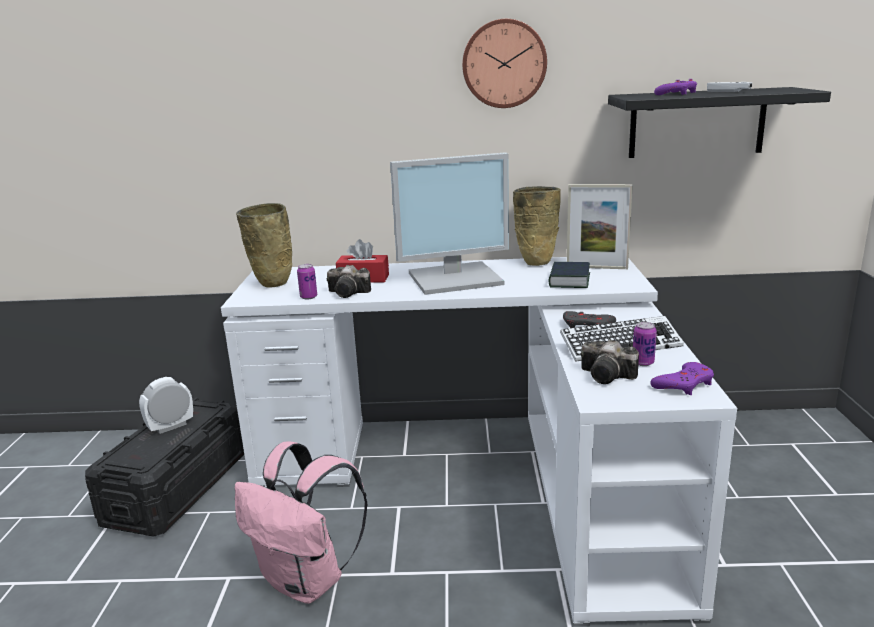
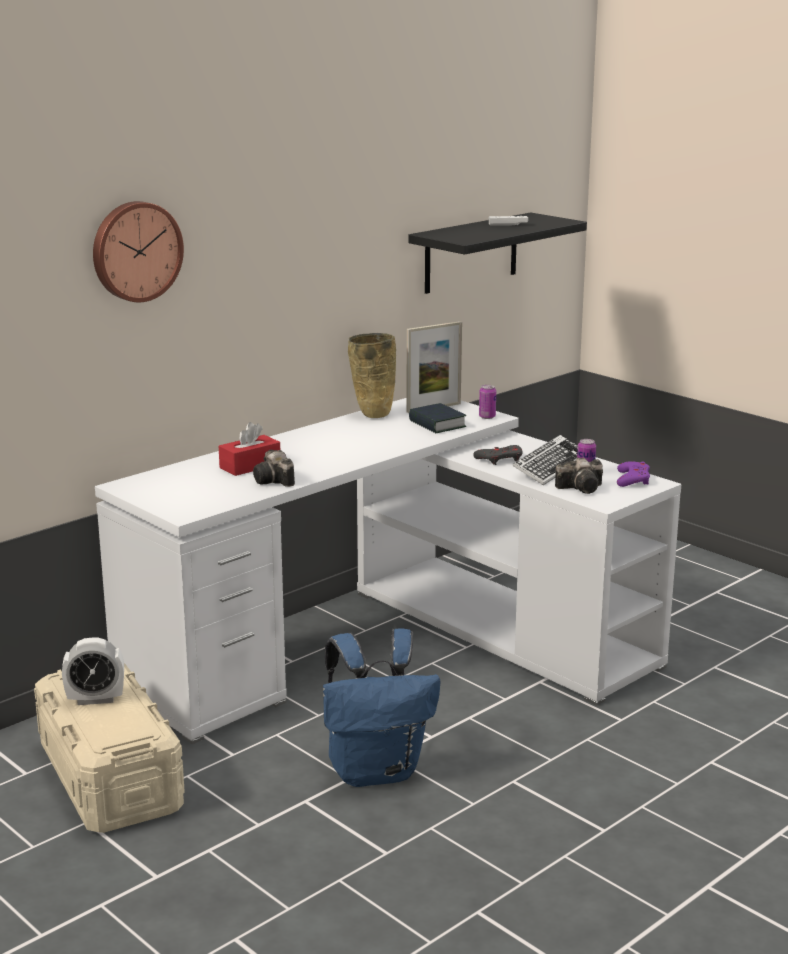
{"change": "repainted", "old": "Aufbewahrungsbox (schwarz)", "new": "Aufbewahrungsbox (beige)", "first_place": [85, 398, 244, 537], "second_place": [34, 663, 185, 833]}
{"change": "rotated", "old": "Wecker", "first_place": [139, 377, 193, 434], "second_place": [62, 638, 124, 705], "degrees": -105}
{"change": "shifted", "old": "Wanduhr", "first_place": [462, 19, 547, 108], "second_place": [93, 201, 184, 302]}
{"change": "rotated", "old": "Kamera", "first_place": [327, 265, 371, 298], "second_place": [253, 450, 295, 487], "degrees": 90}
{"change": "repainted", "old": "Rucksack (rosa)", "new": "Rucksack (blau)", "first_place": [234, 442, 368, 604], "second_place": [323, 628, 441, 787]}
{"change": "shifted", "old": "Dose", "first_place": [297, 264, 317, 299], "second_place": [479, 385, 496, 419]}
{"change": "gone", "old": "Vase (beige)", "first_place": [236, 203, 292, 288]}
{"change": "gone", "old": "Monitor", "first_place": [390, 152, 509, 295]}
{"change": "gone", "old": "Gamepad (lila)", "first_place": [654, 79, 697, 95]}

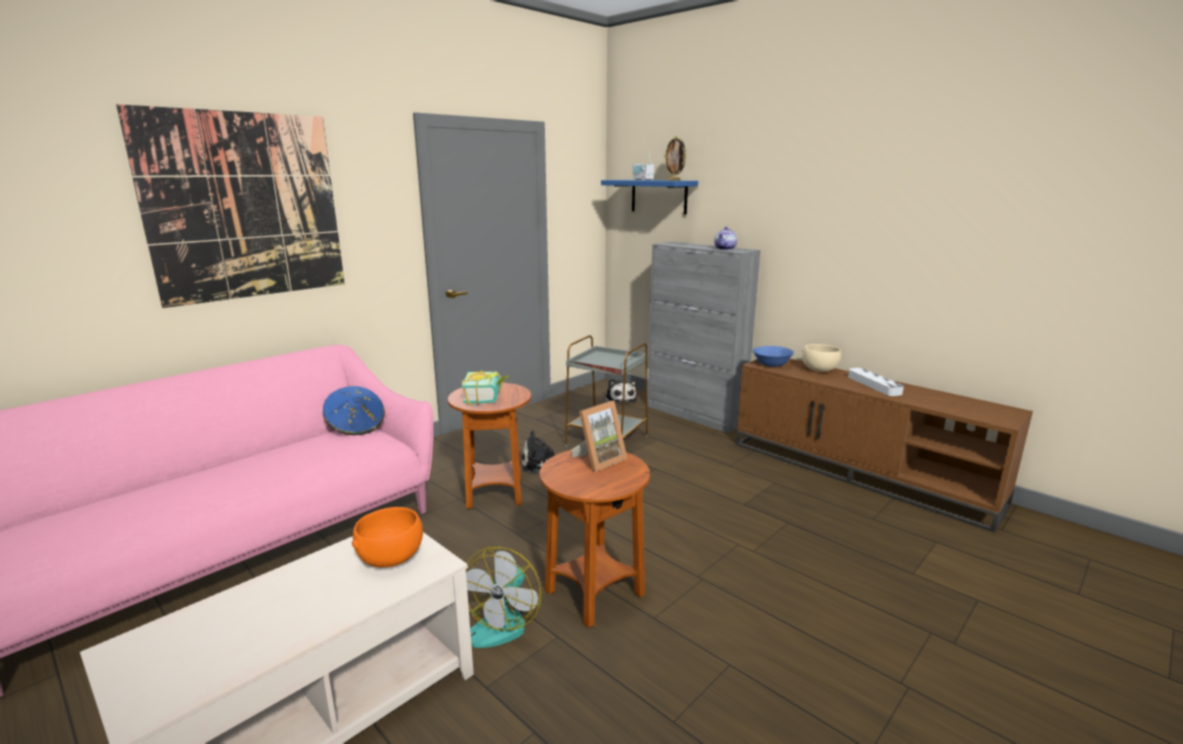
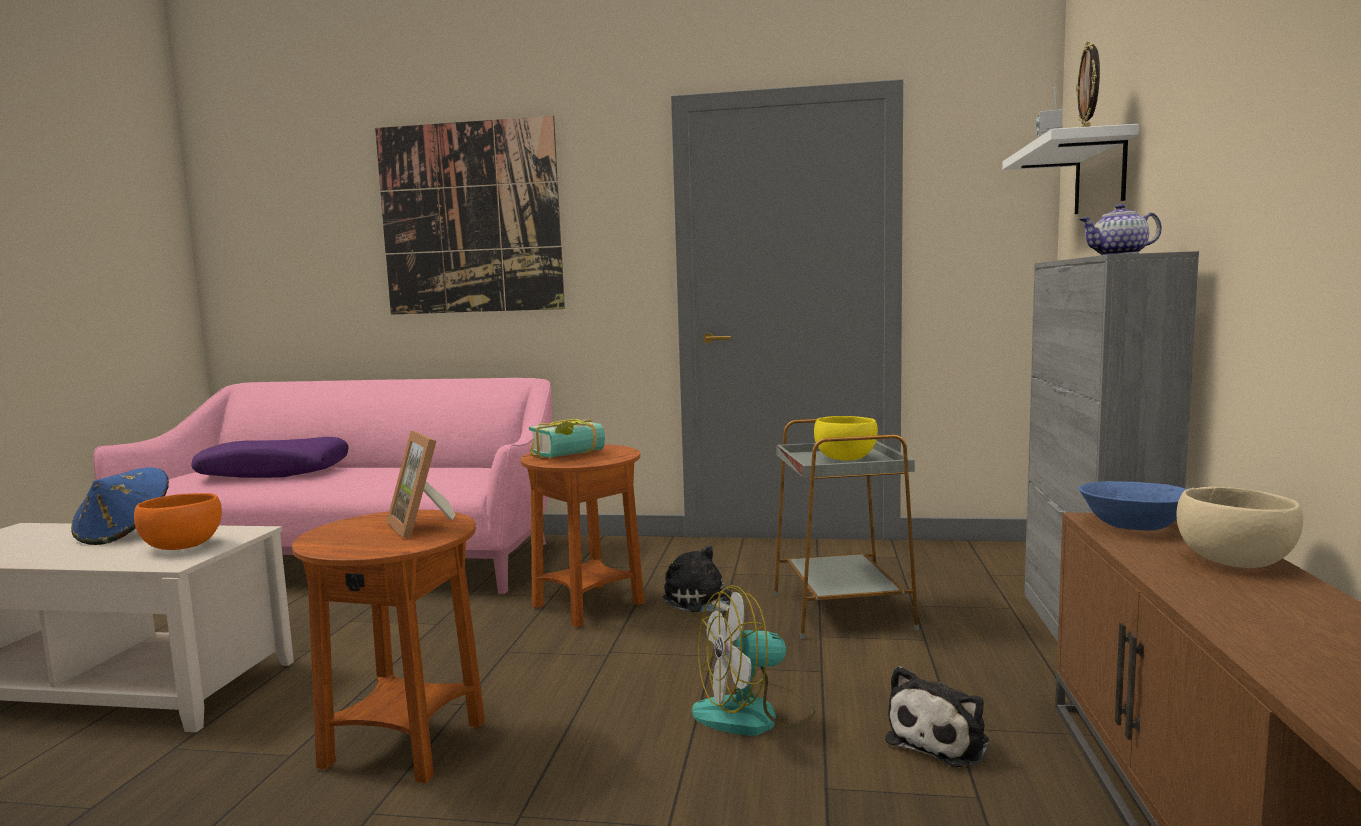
{"change": "shifted", "old": "Hut (blau)", "first_place": [323, 386, 385, 435], "second_place": [71, 467, 169, 545]}
{"change": "new", "new": "Kissen (lila)", "second_place": [191, 437, 349, 478]}
{"change": "rotated", "old": "Bilderrahmen", "first_place": [571, 401, 627, 472], "second_place": [386, 431, 456, 538], "degrees": 45}
{"change": "shifted", "old": "Ventilator", "first_place": [466, 547, 542, 648], "second_place": [692, 585, 816, 736]}
{"change": "new", "new": "Schüssel (gelb)", "second_place": [814, 416, 878, 461]}
{"change": "shifted", "old": "Plüschtier", "first_place": [605, 379, 637, 403], "second_place": [885, 666, 989, 767]}
{"change": "repainted", "old": "Wandregal (blau)", "new": "Wandregal (weiß)", "first_place": [601, 180, 698, 215], "second_place": [1002, 124, 1139, 214]}
{"change": "gone", "old": "Tablett (grau)", "first_place": [848, 368, 904, 396]}

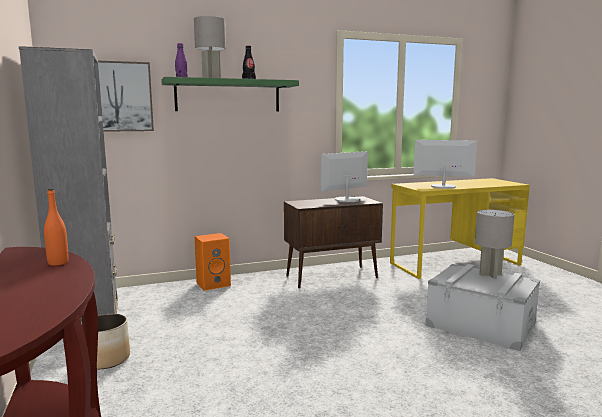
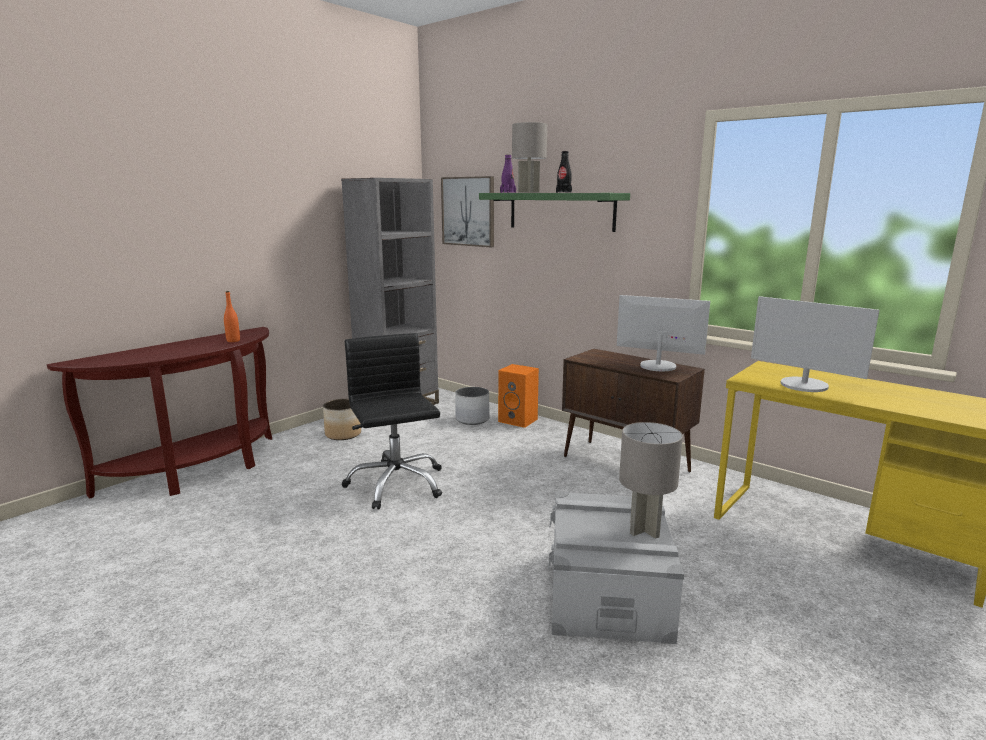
{"change": "new", "new": "Bürostuhl (schwarz)", "second_place": [341, 333, 442, 510]}
{"change": "new", "new": "Pflanzkübel (weiß)", "second_place": [455, 387, 489, 425]}
{"change": "rotated", "old": "Monitor", "first_place": [414, 140, 477, 189], "second_place": [751, 296, 879, 392], "degrees": 150}

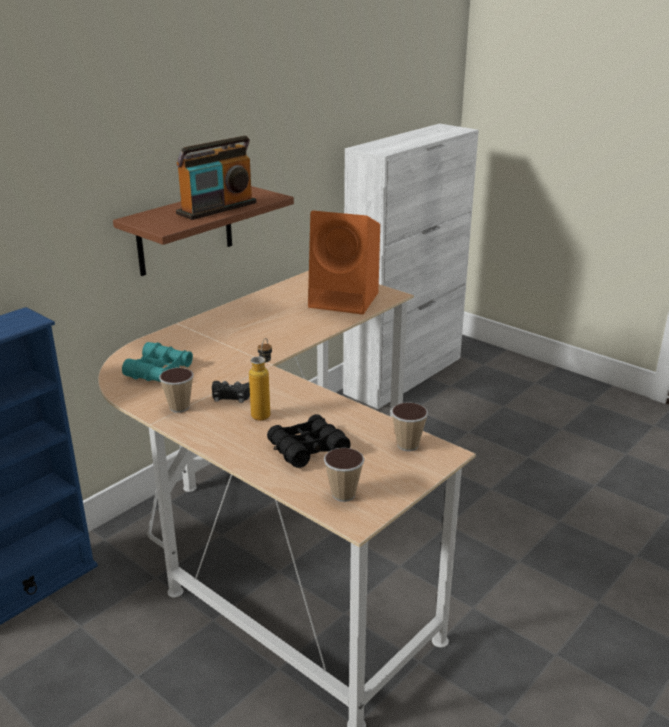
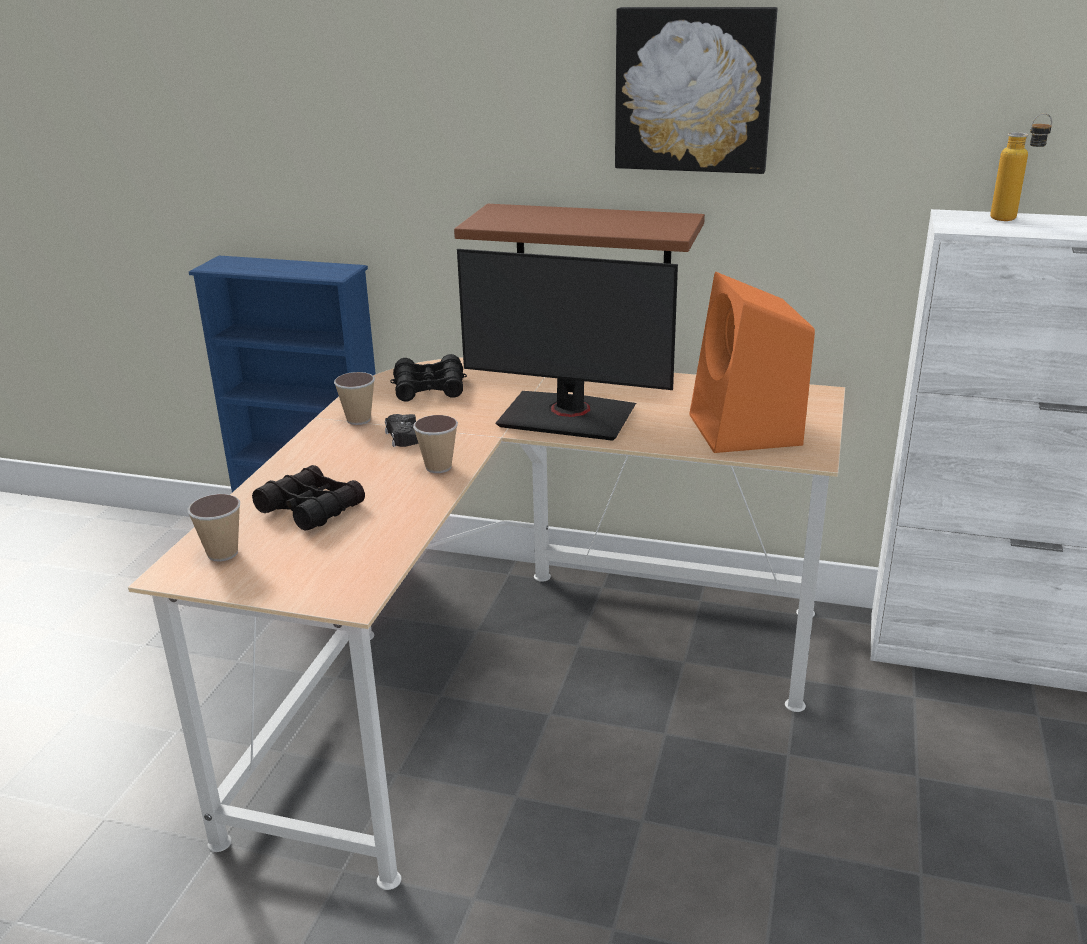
{"change": "repainted", "old": "Fernglas (türkis)", "new": "Fernglas (schwarz)", "first_place": [122, 342, 193, 382], "second_place": [390, 354, 467, 401]}
{"change": "shifted", "old": "Tasse", "first_place": [391, 402, 428, 451], "second_place": [413, 415, 458, 473]}
{"change": "new", "new": "Monitor", "second_place": [457, 249, 678, 441]}
{"change": "new", "new": "Bild", "second_place": [615, 7, 778, 174]}
{"change": "shifted", "old": "Flasche", "first_place": [249, 338, 272, 421], "second_place": [990, 113, 1052, 221]}
{"change": "gone", "old": "Radio", "first_place": [176, 136, 256, 220]}

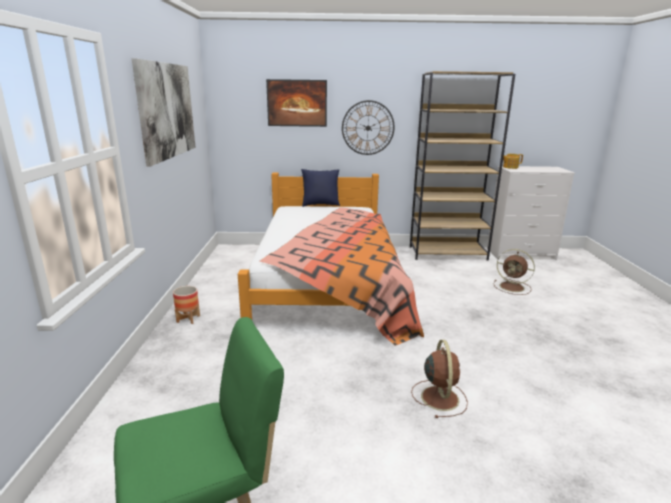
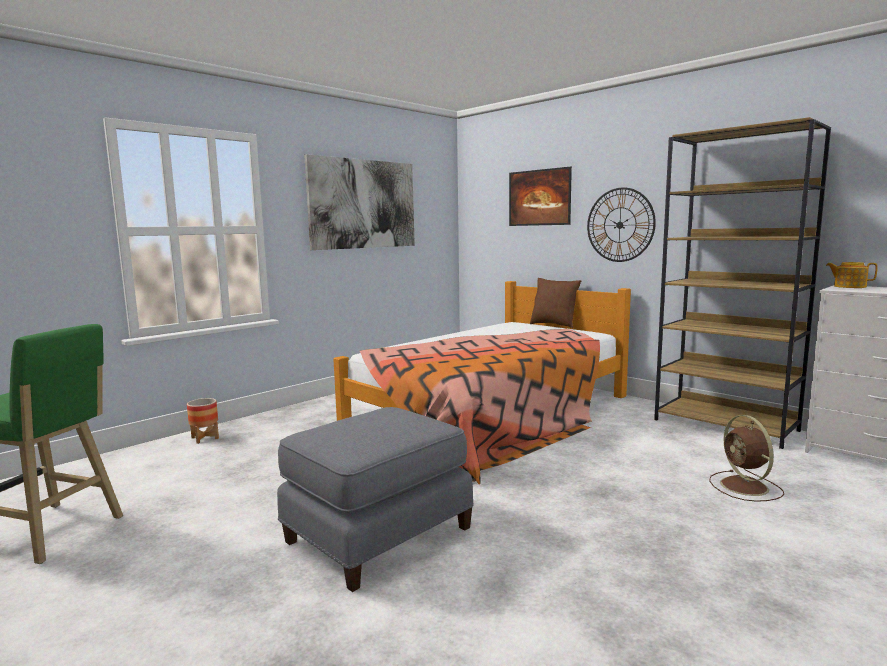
{"change": "shifted", "old": "Pflanzkübel", "first_place": [173, 286, 200, 324], "second_place": [187, 398, 219, 444]}
{"change": "swapped", "old": "Ventilator (braun)", "new": "Polsterhocker (grau)", "first_place": [411, 340, 468, 418], "second_place": [277, 407, 474, 592]}
{"change": "repainted", "old": "Kissen (blau)", "new": "Kissen (braun)", "first_place": [301, 169, 340, 207], "second_place": [530, 278, 581, 328]}

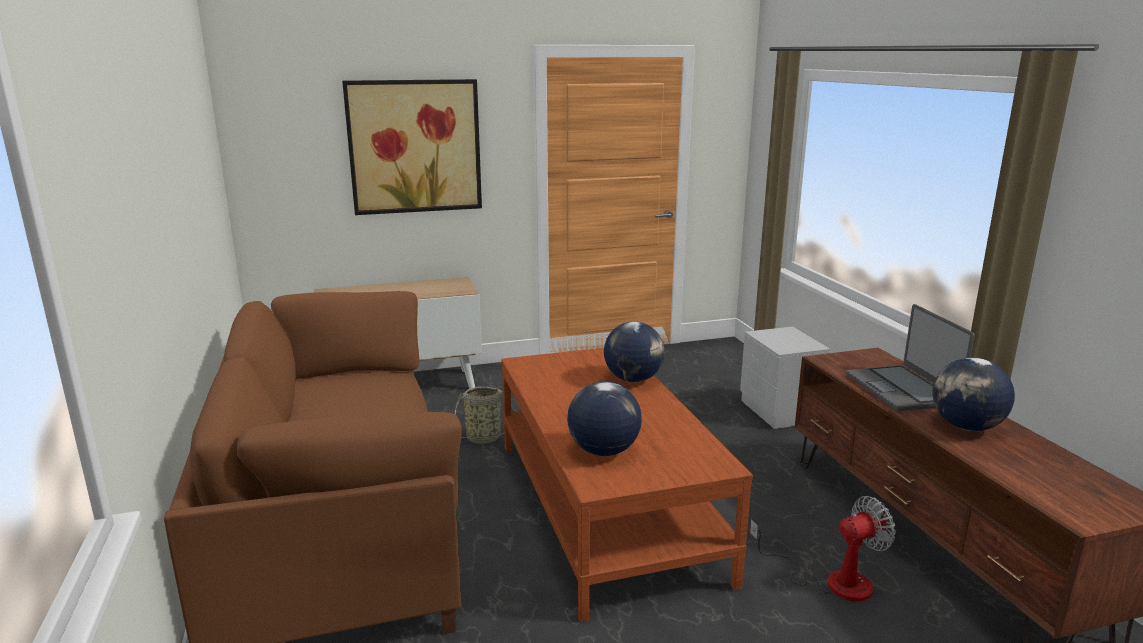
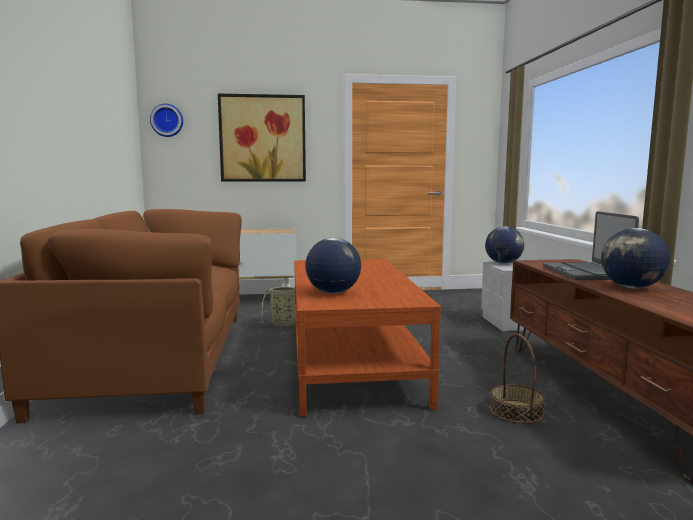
{"change": "new", "new": "Wanduhr", "second_place": [150, 104, 183, 137]}
{"change": "shifted", "old": "Globus", "first_place": [604, 321, 665, 382], "second_place": [485, 226, 524, 264]}
{"change": "swapped", "old": "Ventilator", "new": "Korb", "first_place": [750, 496, 896, 601], "second_place": [490, 334, 545, 424]}

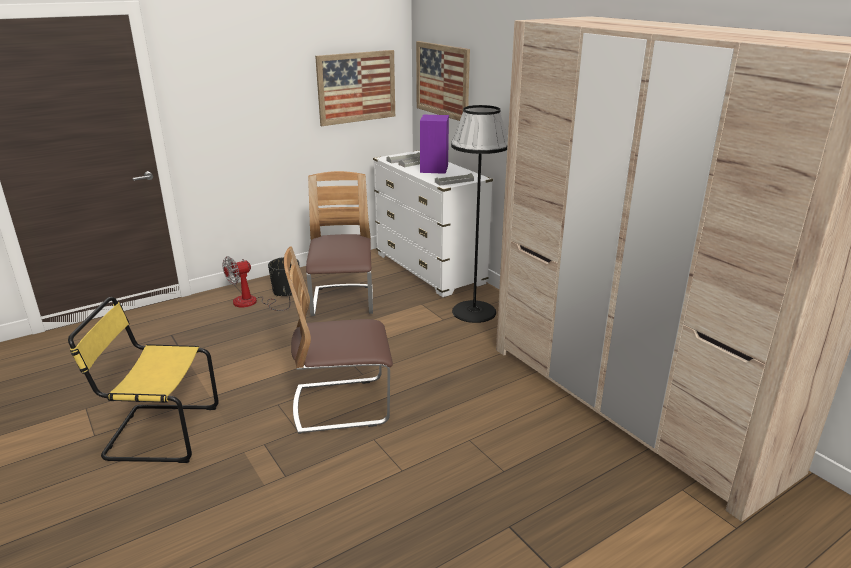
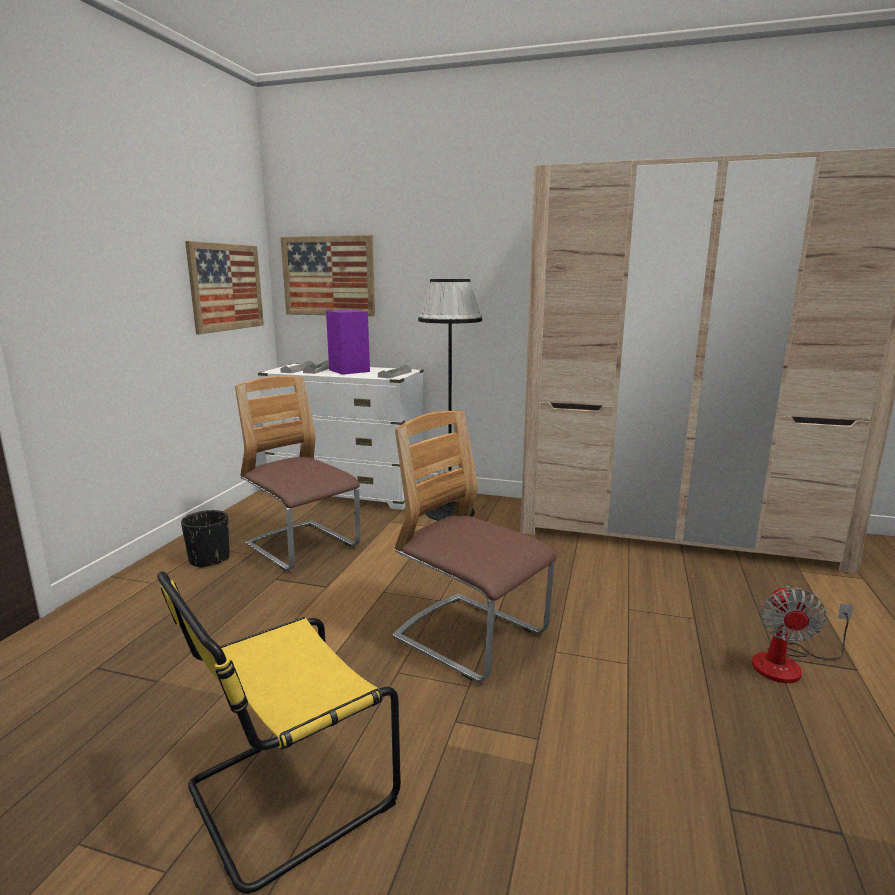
{"change": "rotated", "old": "Stuhl", "first_place": [284, 246, 393, 434], "second_place": [392, 411, 557, 682], "degrees": 90}
{"change": "shifted", "old": "Ventilator", "first_place": [222, 256, 291, 311], "second_place": [752, 586, 853, 683]}

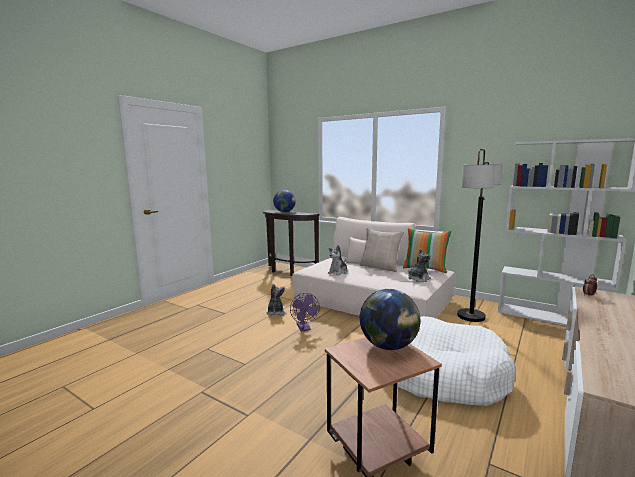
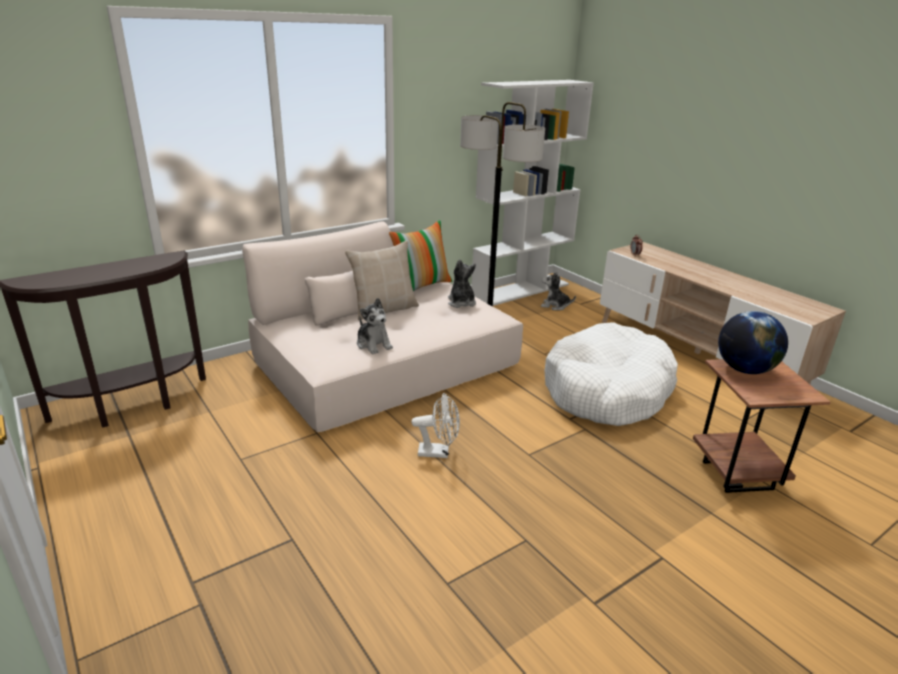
{"change": "repainted", "old": "Ventilator (lila)", "new": "Ventilator (weiß)", "first_place": [290, 293, 320, 332], "second_place": [411, 393, 460, 458]}
{"change": "shifted", "old": "Plüschtier", "first_place": [266, 284, 285, 316], "second_place": [541, 272, 576, 311]}
{"change": "gone", "old": "Globus", "first_place": [273, 190, 296, 212]}

